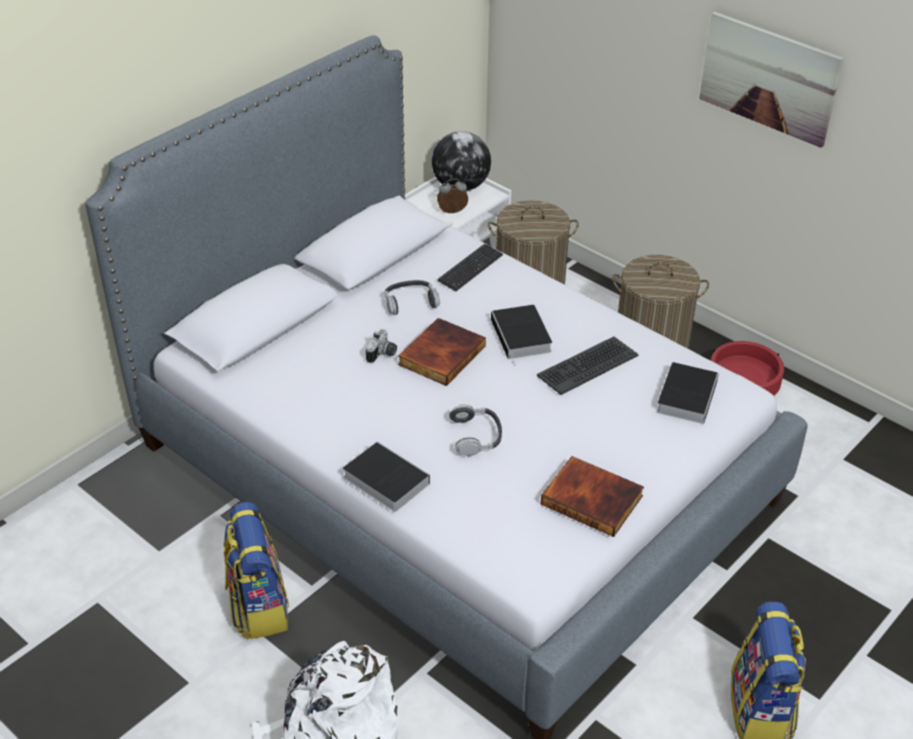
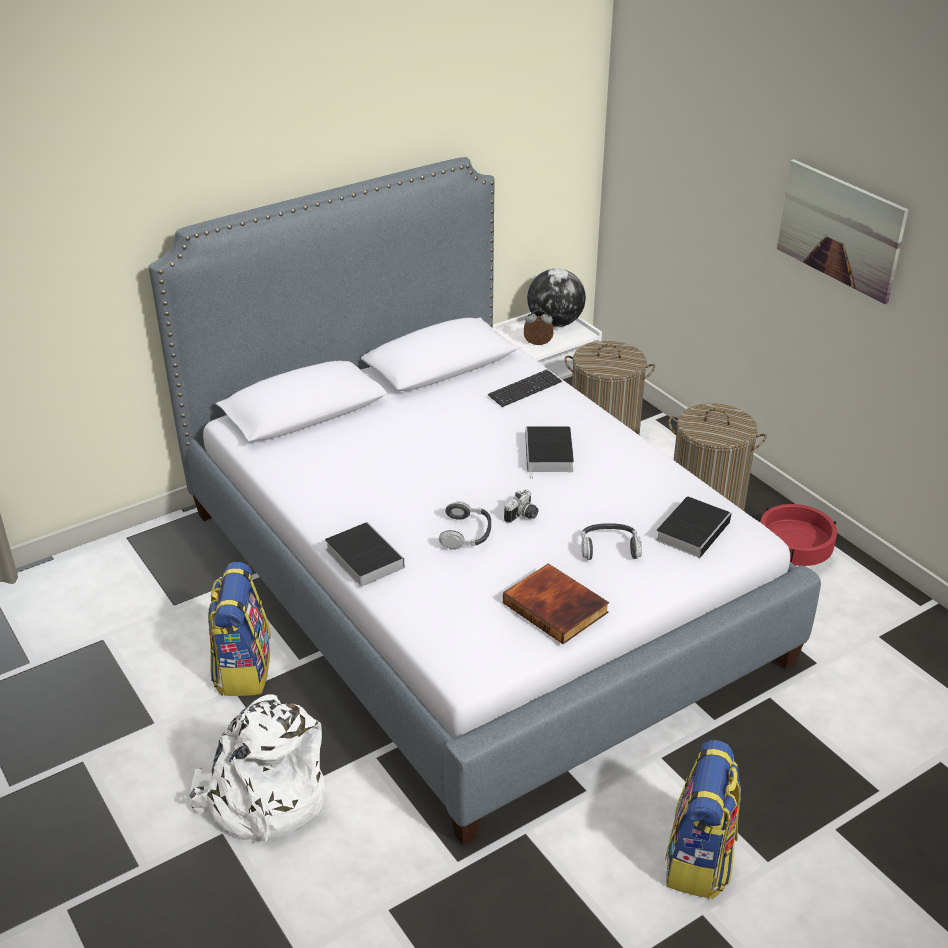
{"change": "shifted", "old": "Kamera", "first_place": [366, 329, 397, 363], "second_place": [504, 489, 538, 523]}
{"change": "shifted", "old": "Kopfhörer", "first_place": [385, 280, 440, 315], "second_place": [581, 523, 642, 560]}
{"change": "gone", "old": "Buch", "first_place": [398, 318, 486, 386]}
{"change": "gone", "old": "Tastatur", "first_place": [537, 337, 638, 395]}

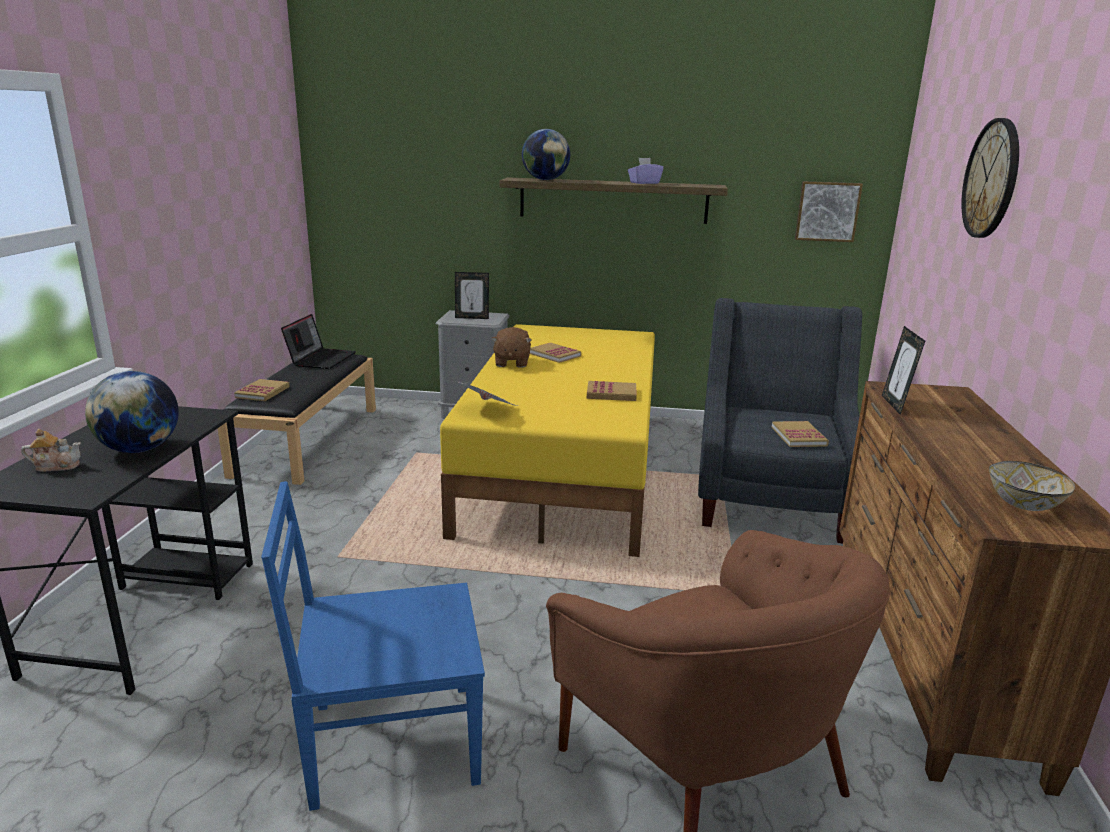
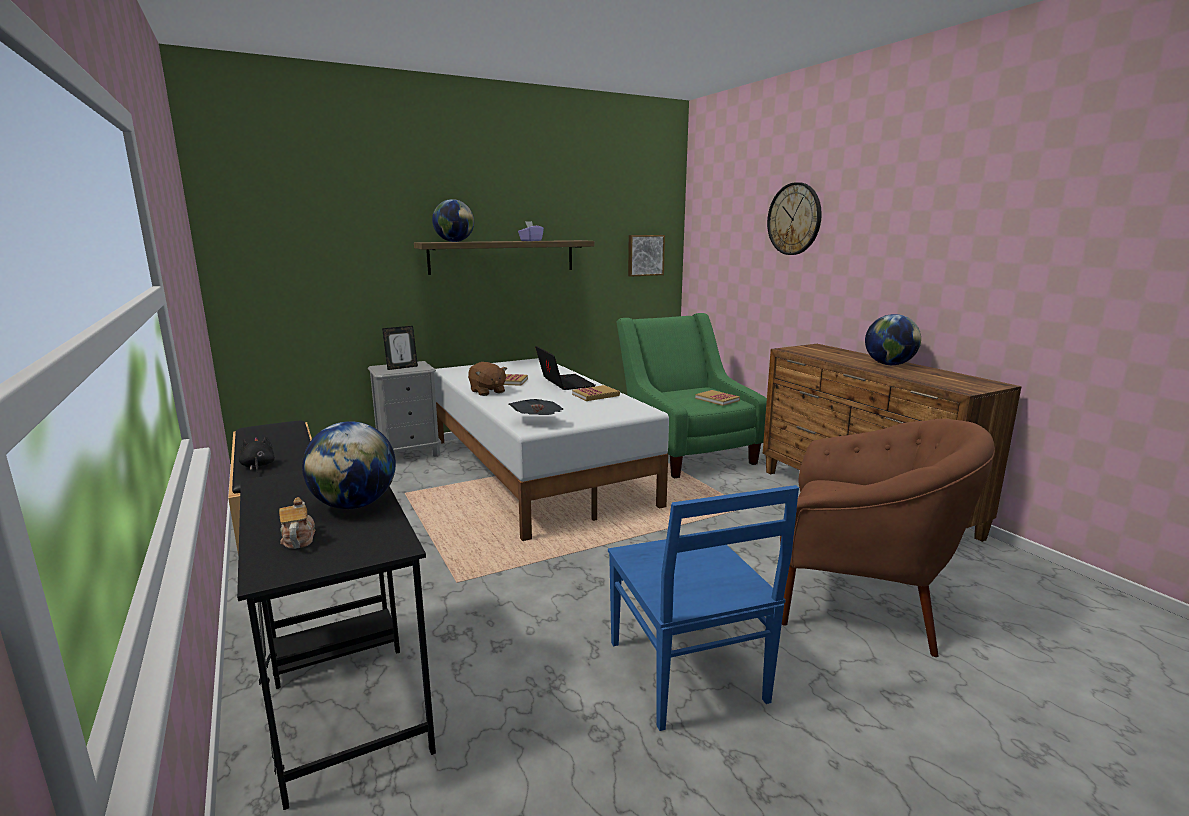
{"change": "swapped", "old": "Buch", "new": "Plüschtier (schwarz)", "first_place": [234, 379, 290, 401], "second_place": [239, 436, 275, 472]}
{"change": "rotated", "old": "Teekanne", "first_place": [21, 429, 81, 472], "second_place": [279, 497, 315, 549], "degrees": -60}
{"change": "repainted", "old": "Bett (gelb)", "new": "Bett (weiß)", "first_place": [440, 324, 655, 557], "second_place": [434, 358, 669, 541]}
{"change": "shifted", "old": "Laptop", "first_place": [281, 314, 356, 369], "second_place": [535, 346, 596, 390]}
{"change": "rotated", "old": "Stuhl (blau)", "first_place": [261, 481, 485, 811], "second_place": [608, 485, 799, 731], "degrees": -60}
{"change": "repainted", "old": "Sessel (grau)", "new": "Sessel (grün)", "first_place": [698, 298, 862, 544], "second_place": [617, 313, 767, 478]}
{"change": "new", "new": "Globus", "second_place": [865, 314, 921, 365]}
{"change": "gone", "old": "Bilderrahmen", "first_place": [882, 326, 925, 415]}
{"change": "gone", "old": "Schüssel", "first_place": [989, 461, 1075, 511]}

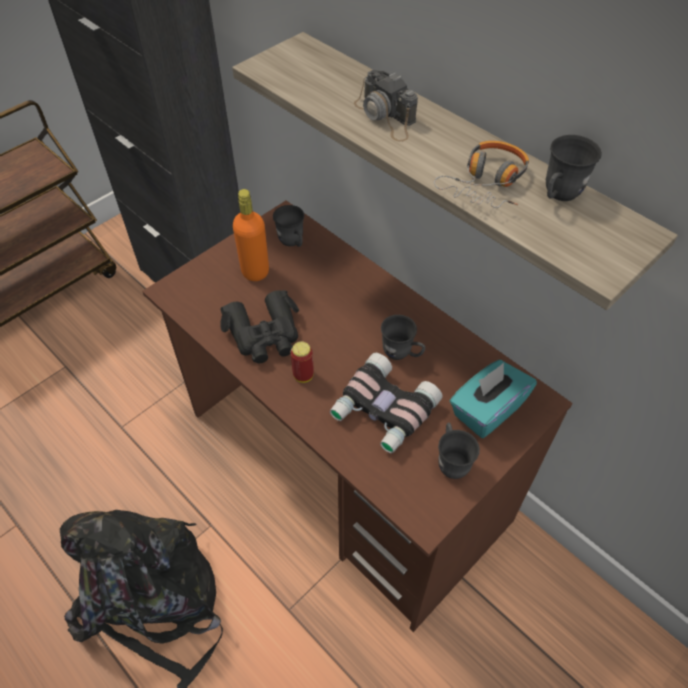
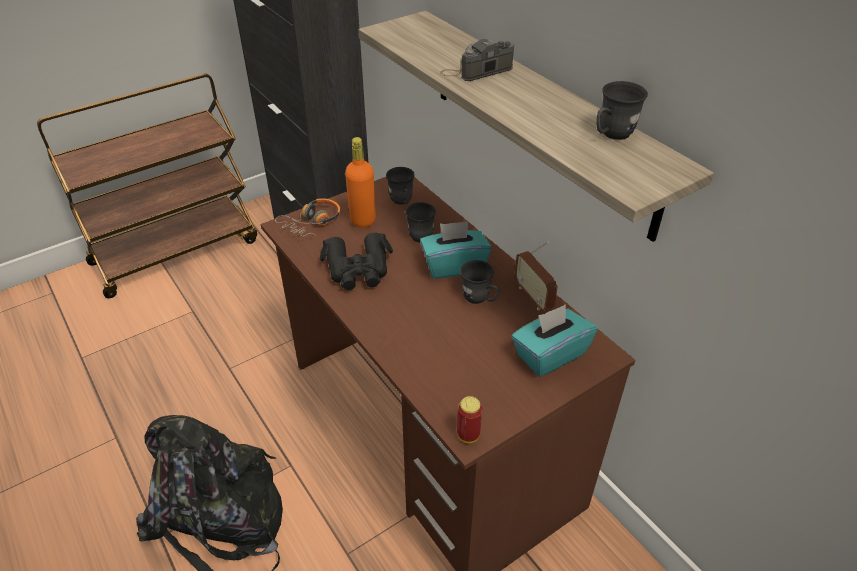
{"change": "shifted", "old": "Kopfhörer", "first_place": [434, 141, 529, 208], "second_place": [275, 198, 341, 237]}
{"change": "shifted", "old": "Henkelbecher (grau)", "first_place": [438, 422, 480, 479], "second_place": [405, 201, 436, 242]}
{"change": "new", "new": "Taschentuchbox (türkis)", "second_place": [420, 221, 491, 279]}
{"change": "rotated", "old": "Kamera", "first_place": [354, 69, 418, 142], "second_place": [440, 39, 514, 81], "degrees": 90}
{"change": "shifted", "old": "Dose", "first_place": [291, 341, 314, 383], "second_place": [457, 396, 482, 443]}
{"change": "new", "new": "Radio", "second_place": [514, 241, 558, 311]}
{"change": "gone", "old": "Fernglas", "first_place": [330, 353, 443, 453]}

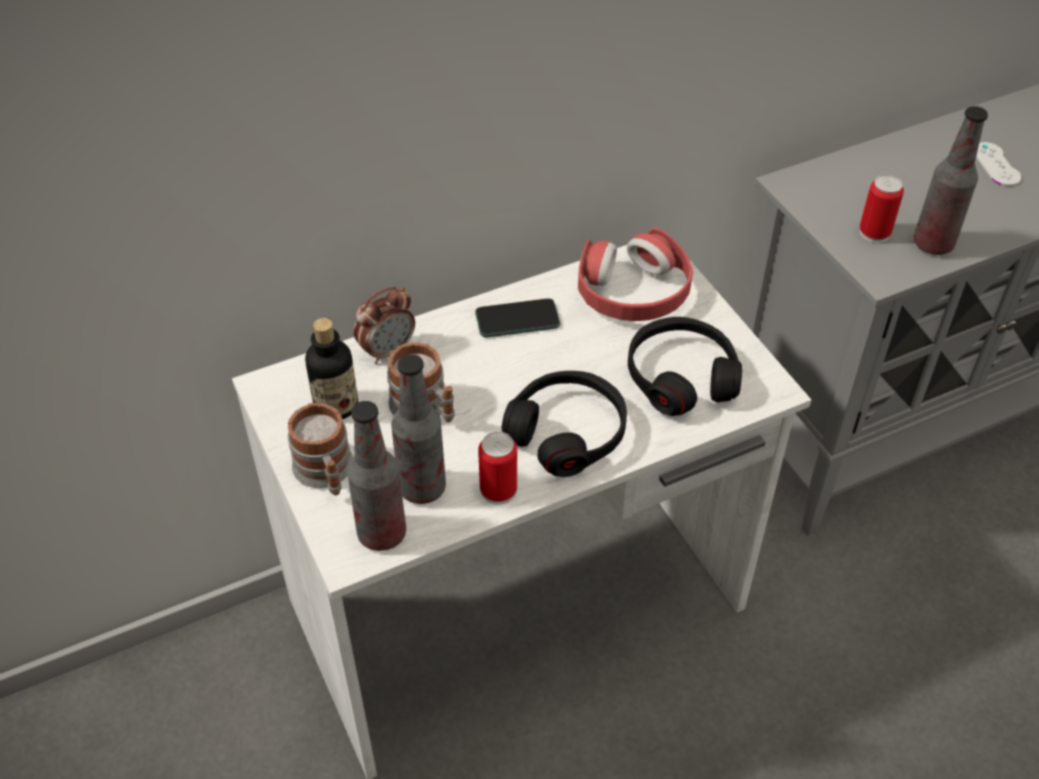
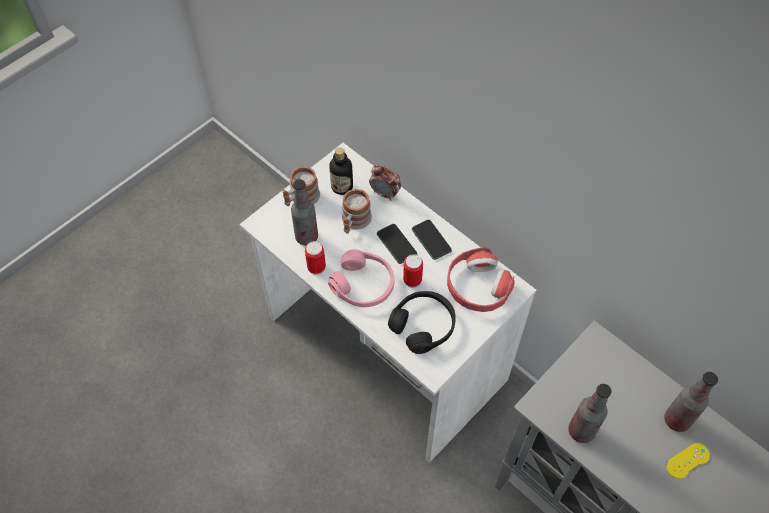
{"change": "repainted", "old": "Kopfhörer (schwarz)", "new": "Kopfhörer (rosa)", "first_place": [502, 371, 627, 477], "second_place": [328, 249, 394, 307]}
{"change": "new", "new": "Handy", "second_place": [377, 224, 417, 264]}
{"change": "shifted", "old": "Dose", "first_place": [859, 175, 904, 243], "second_place": [403, 254, 423, 288]}
{"change": "shifted", "old": "Flasche", "first_place": [347, 401, 406, 551], "second_place": [664, 372, 718, 432]}
{"change": "repainted", "old": "Gamepad (weiß)", "new": "Gamepad (gelb)", "first_place": [976, 142, 1021, 186], "second_place": [666, 443, 710, 479]}

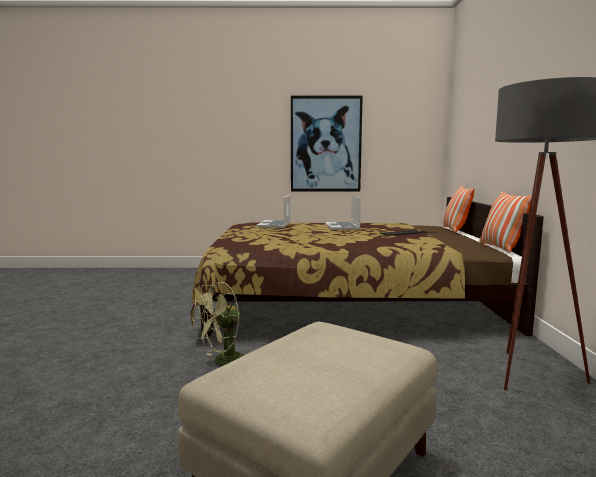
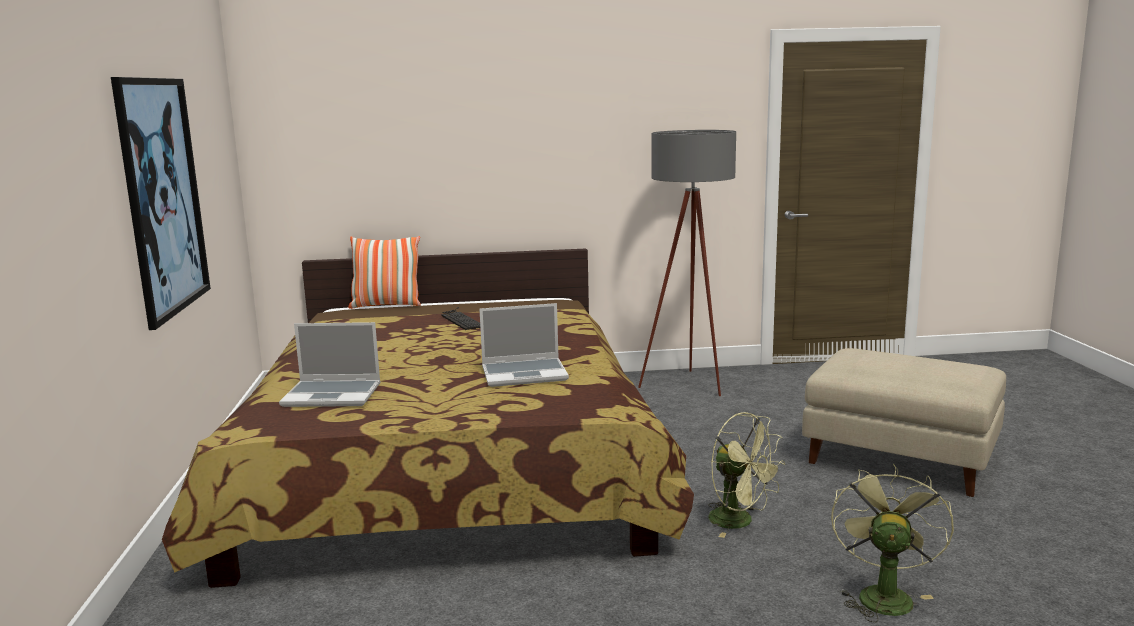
{"change": "shifted", "old": "Laptop", "first_place": [325, 196, 361, 230], "second_place": [479, 303, 569, 387]}
{"change": "new", "new": "Ventilator (grün)", "second_place": [831, 464, 954, 623]}
{"change": "gone", "old": "Kissen", "first_place": [480, 191, 532, 253]}

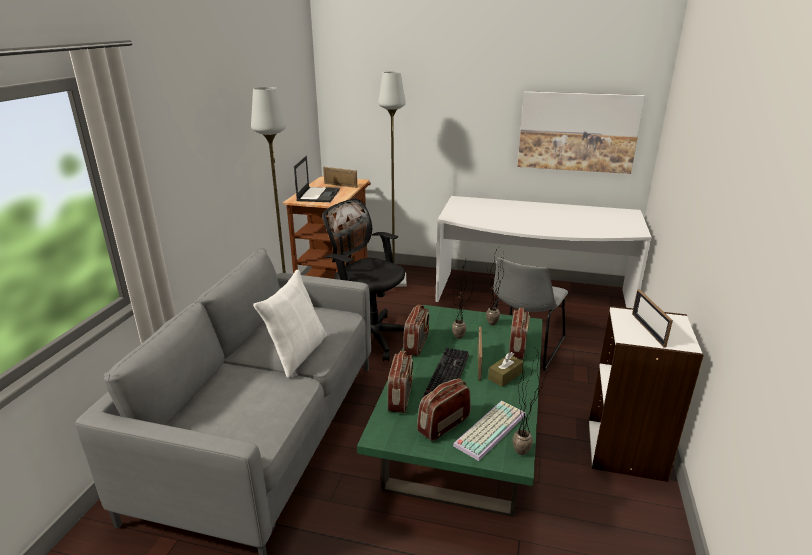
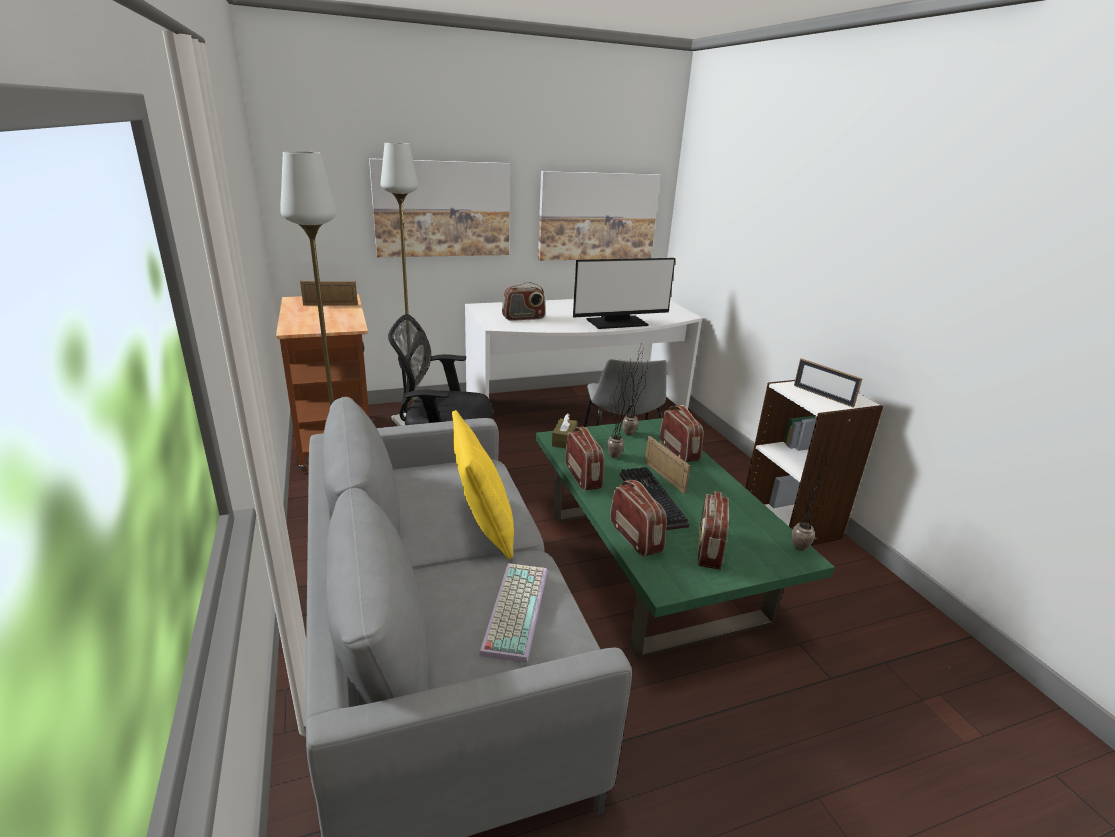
{"change": "new", "new": "Bild", "second_place": [369, 158, 510, 257]}
{"change": "repainted", "old": "Kissen (weiß)", "new": "Kissen (gelb)", "first_place": [253, 270, 327, 378], "second_place": [452, 410, 514, 559]}
{"change": "shifted", "old": "Tastatur", "first_place": [453, 401, 526, 461], "second_place": [479, 563, 547, 663]}
{"change": "new", "new": "Radio", "second_place": [502, 282, 545, 321]}
{"change": "shifted", "old": "Taschentuchbox (braun)", "first_place": [488, 352, 524, 387], "second_place": [552, 413, 577, 448]}
{"change": "new", "new": "Monitor", "second_place": [573, 258, 675, 329]}
{"change": "gone", "old": "Laptop", "first_place": [294, 156, 340, 202]}

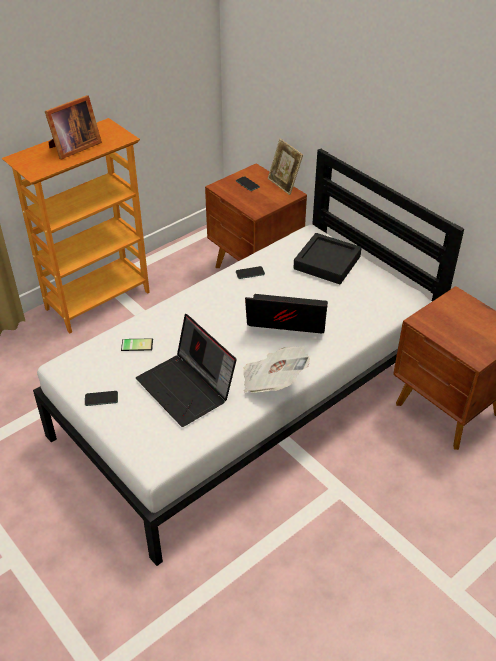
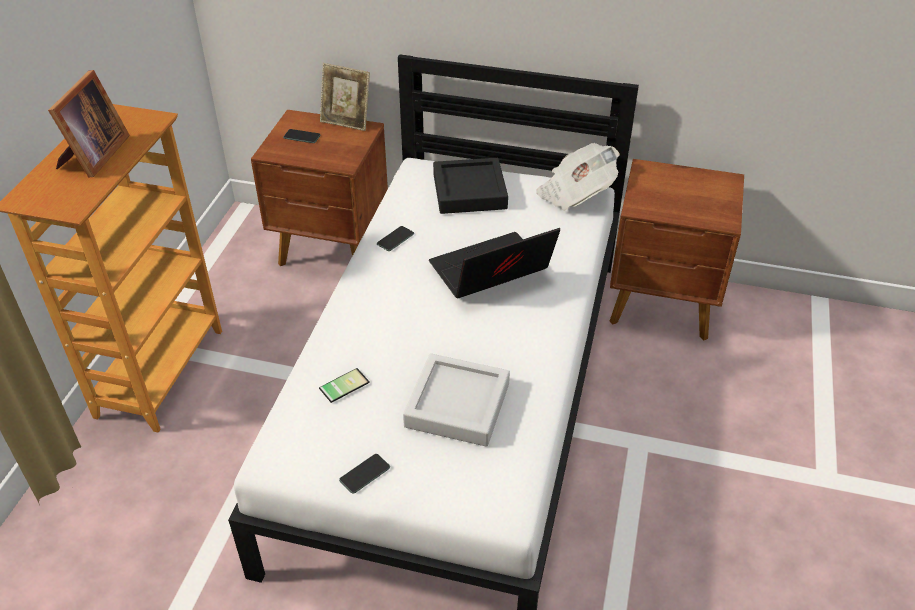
{"change": "swapped", "old": "Laptop", "new": "Tablett (grau)", "first_place": [136, 314, 237, 427], "second_place": [403, 354, 510, 447]}
{"change": "shifted", "old": "Zeitung", "first_place": [243, 346, 310, 393], "second_place": [537, 143, 620, 211]}

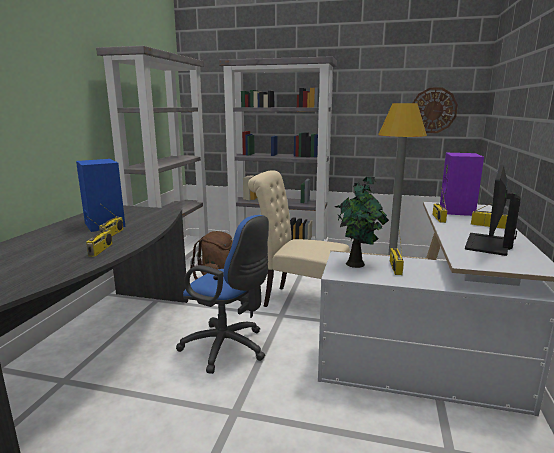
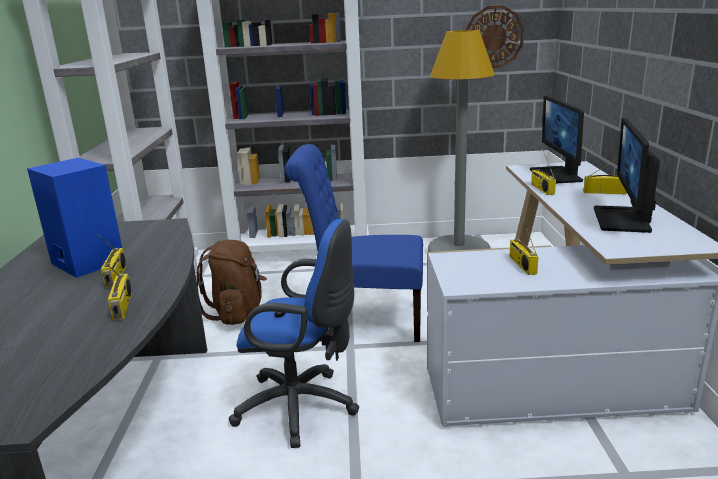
{"change": "repainted", "old": "Stuhl (beige)", "new": "Stuhl (blau)", "first_place": [248, 170, 350, 307], "second_place": [285, 144, 423, 342]}
{"change": "swapped", "old": "Lautsprecher (lila)", "new": "Monitor", "first_place": [440, 153, 484, 216], "second_place": [530, 95, 584, 184]}
{"change": "gone", "old": "Topfpflanze", "first_place": [335, 176, 389, 268]}

